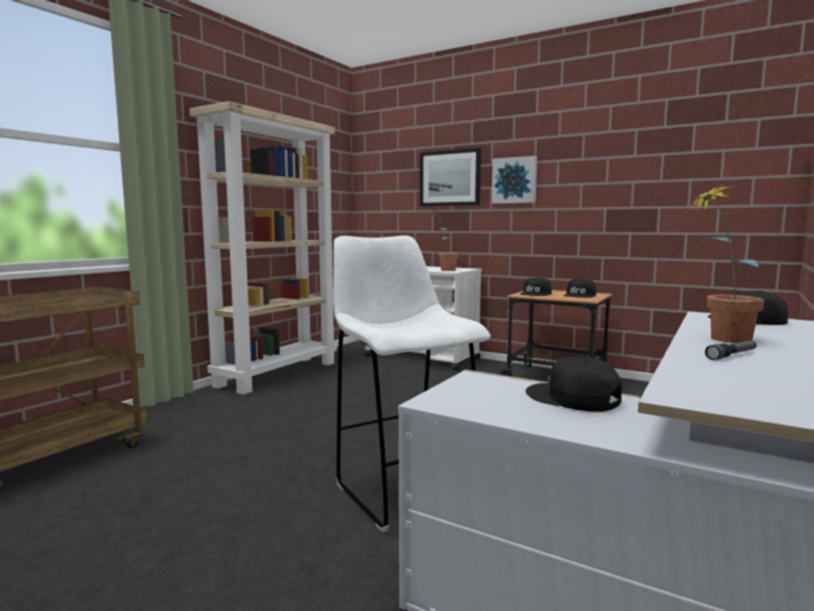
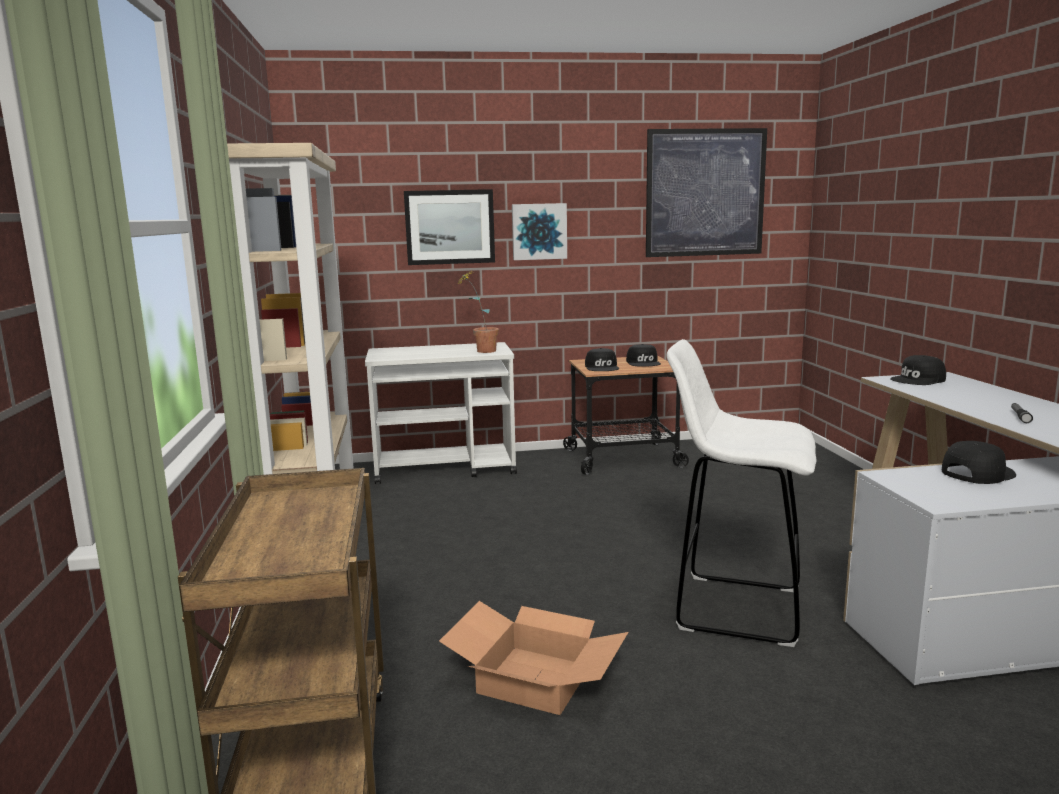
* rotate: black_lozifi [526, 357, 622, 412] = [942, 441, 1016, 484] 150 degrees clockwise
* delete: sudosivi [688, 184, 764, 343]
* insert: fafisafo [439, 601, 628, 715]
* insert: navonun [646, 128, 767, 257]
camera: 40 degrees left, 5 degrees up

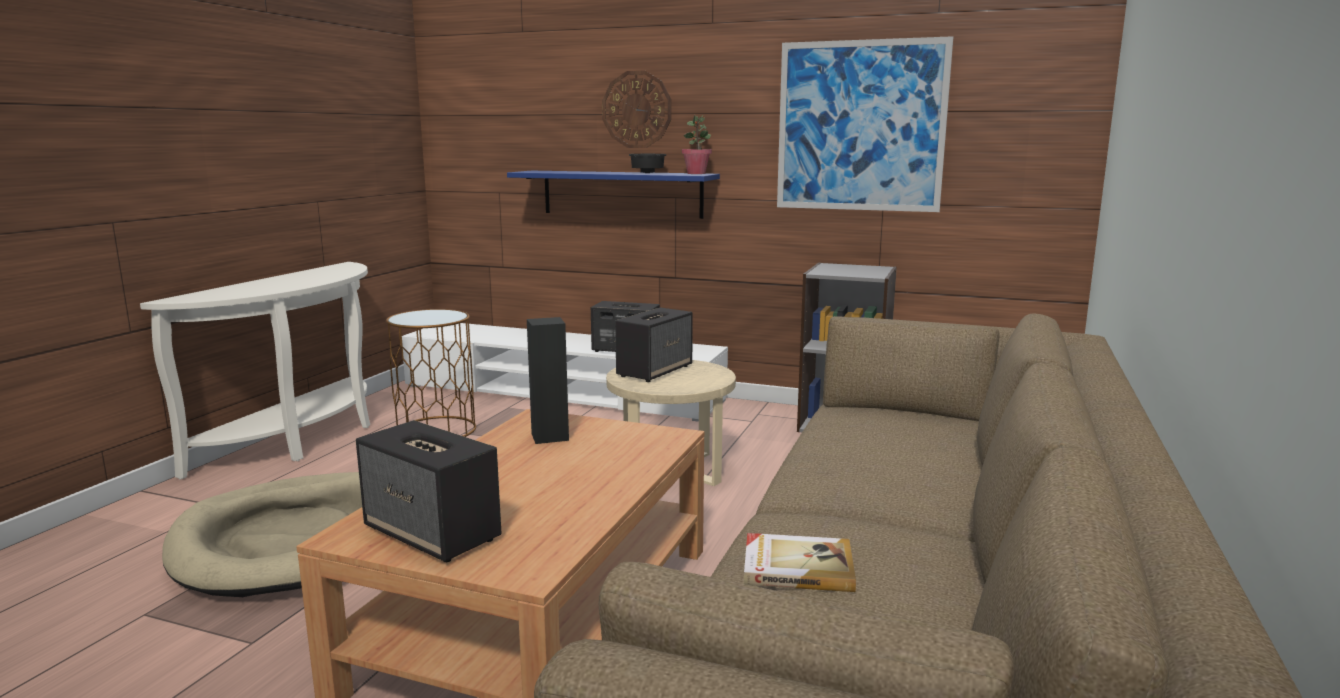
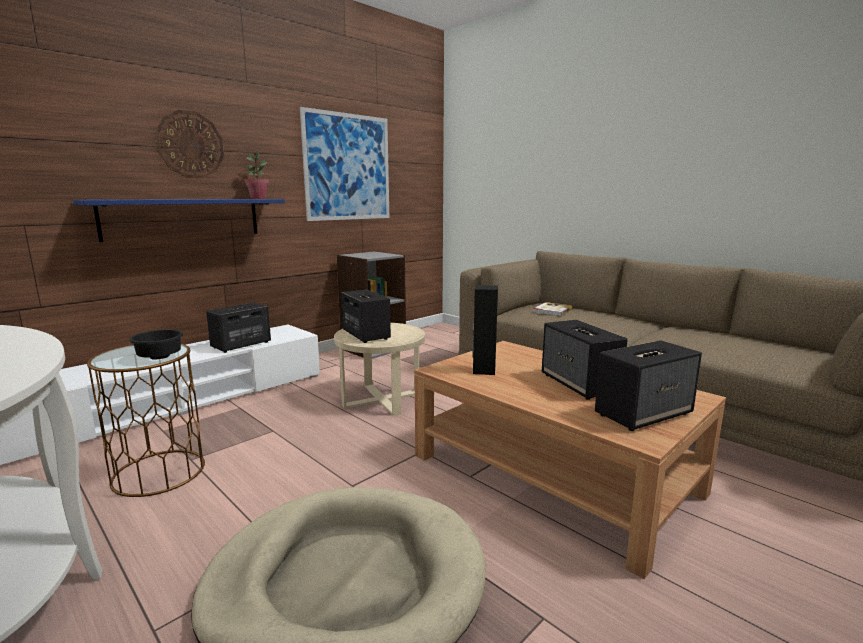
* move: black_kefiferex [628, 154, 667, 173] to [129, 329, 183, 359]
* move: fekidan [744, 533, 856, 592] to [533, 302, 572, 316]
* insert: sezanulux [542, 320, 628, 400]
camera: 65 degrees left, 0 degrees up

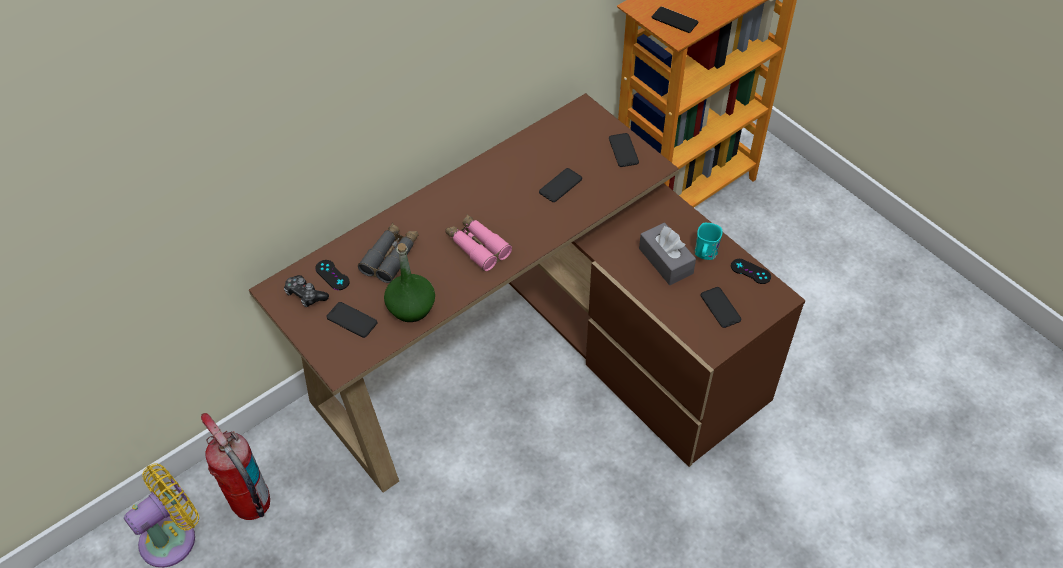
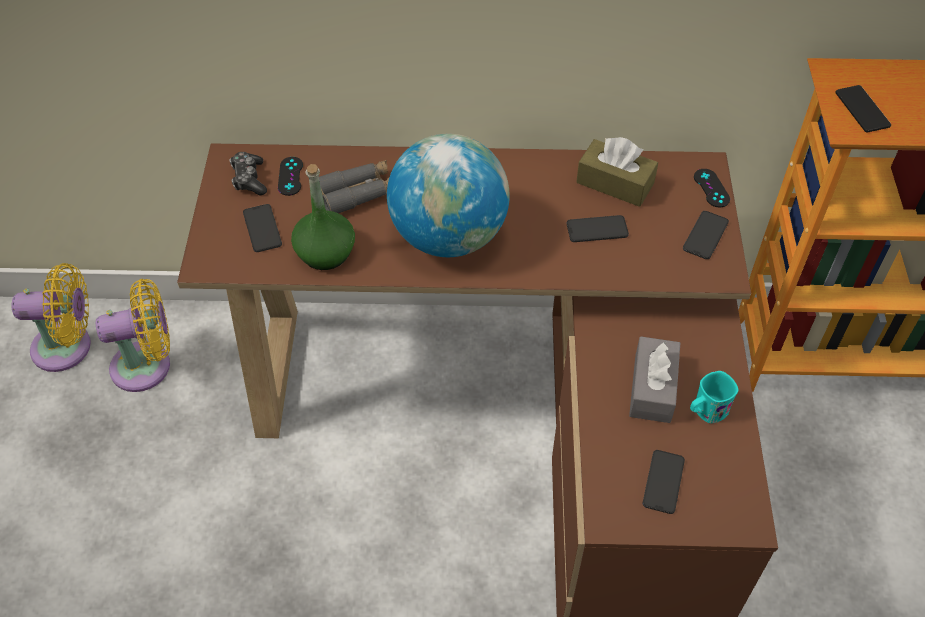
* replace: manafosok [201, 413, 270, 520] to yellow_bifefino [96, 279, 170, 392]
* replace: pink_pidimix [445, 214, 512, 271] to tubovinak [387, 134, 510, 257]
* move: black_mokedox [731, 259, 771, 284] to [694, 169, 730, 207]
* insert: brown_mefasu [576, 137, 658, 207]
camera: 40 degrees right, 0 degrees up

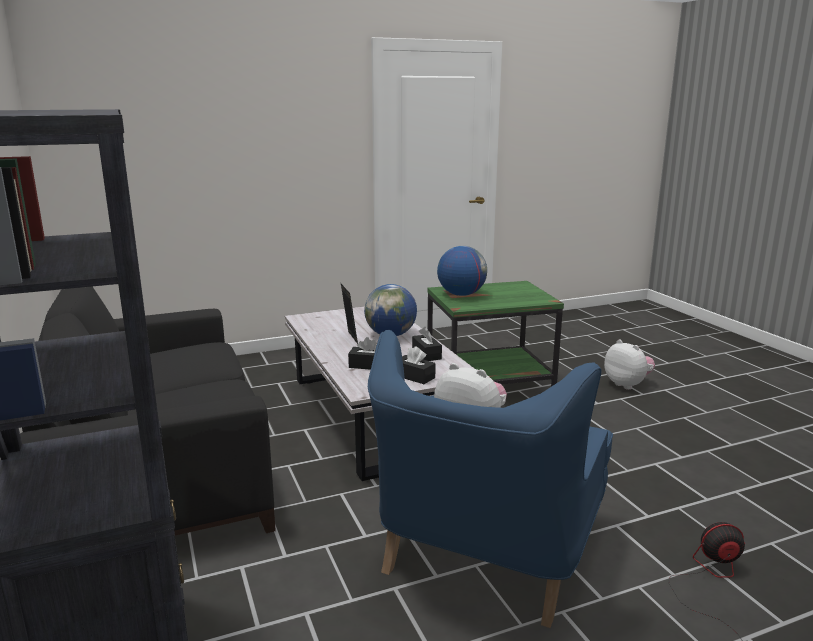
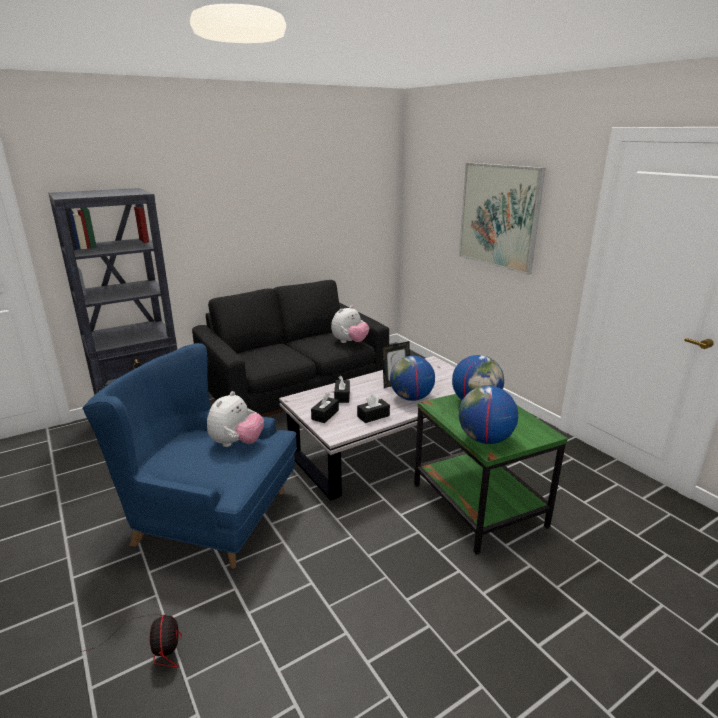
* move: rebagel [604, 339, 655, 390] to [331, 306, 369, 343]
* insert: navonun [459, 163, 545, 275]
* insert: tubovinak [459, 386, 518, 444]
camera: 80 degrees right, 5 degrees up

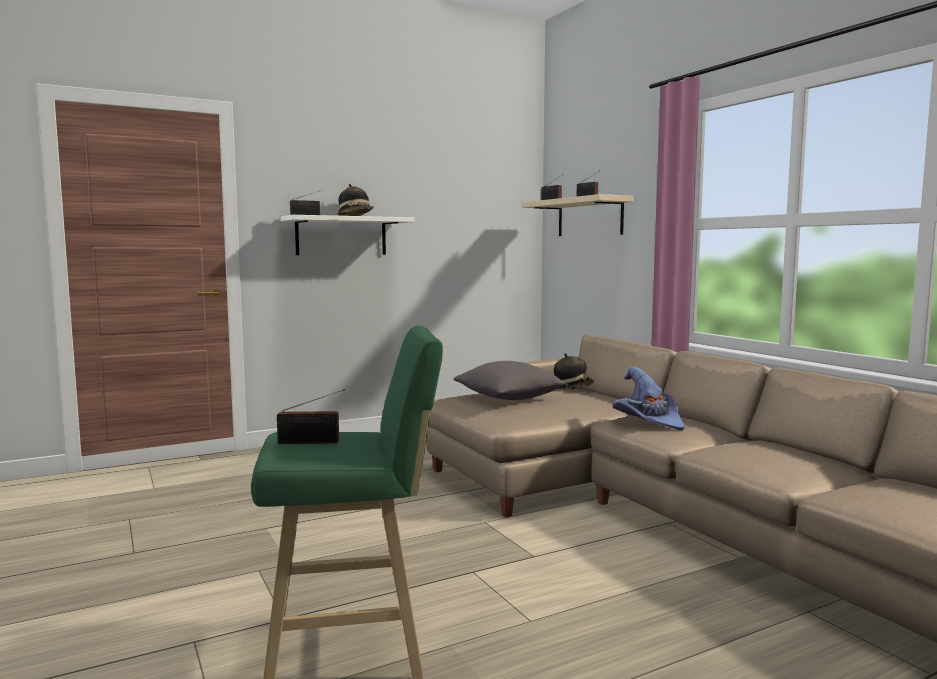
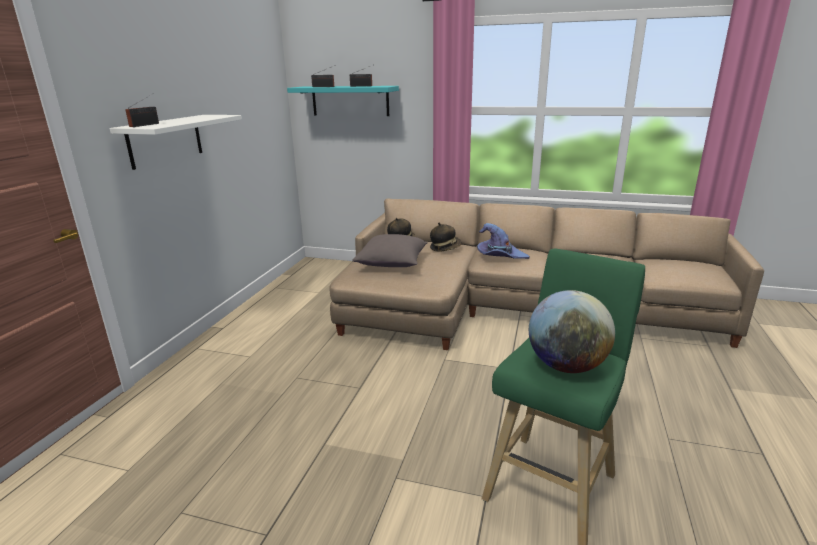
* replace: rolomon [277, 389, 345, 444] to tubovinak [529, 290, 615, 373]
* move: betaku [337, 184, 374, 216] to [430, 222, 462, 252]
* recolor: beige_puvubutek [522, 194, 634, 236] to turquoise_puvubutek [287, 86, 399, 116]
camera: 45 degrees left, 15 degrees up

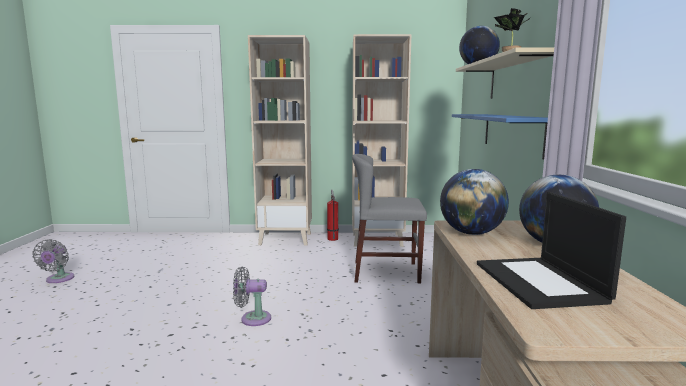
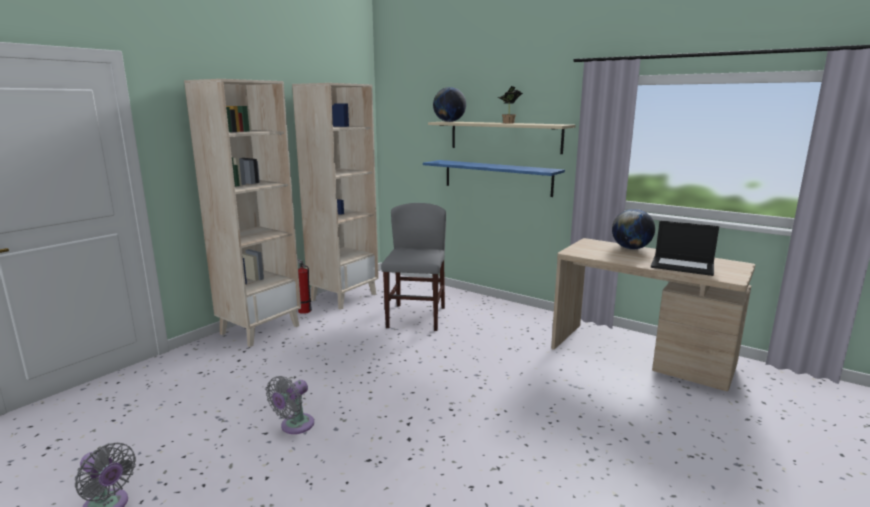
* move: grey_bifefino [233, 266, 271, 326] to [266, 376, 314, 434]
* rotate: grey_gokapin [352, 154, 427, 283] = [381, 203, 446, 331] 150 degrees clockwise
* delete: tubovinak [440, 169, 509, 235]
camera: 55 degrees left, 5 degrees up

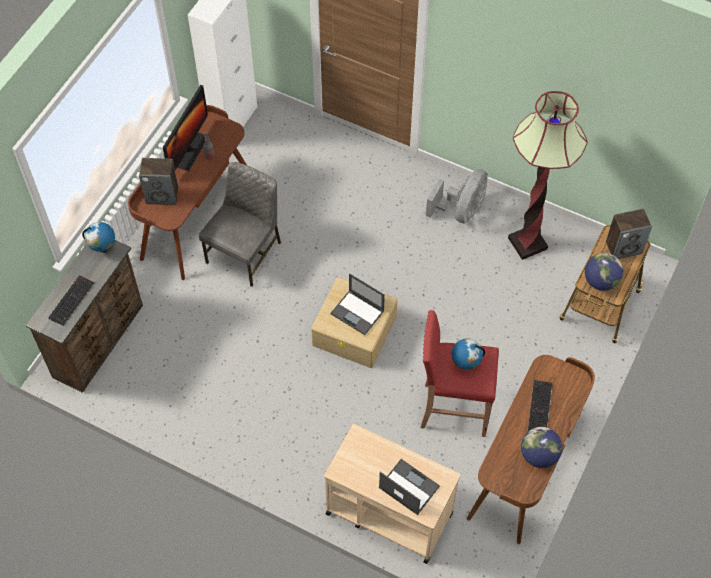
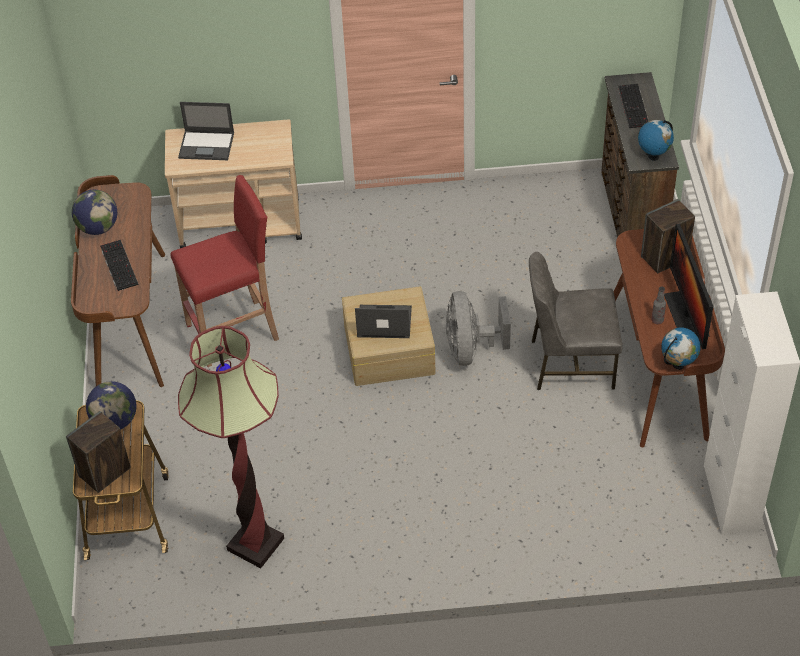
* rotate: grey_gokapin [199, 162, 281, 287] = [529, 252, 622, 390] 90 degrees clockwise
* move: grey_bifefino [426, 169, 488, 224] to [446, 291, 511, 366]
* move: tubovinak [452, 338, 485, 370] to [661, 328, 701, 370]
camera: 150 degrees right, 10 degrees down

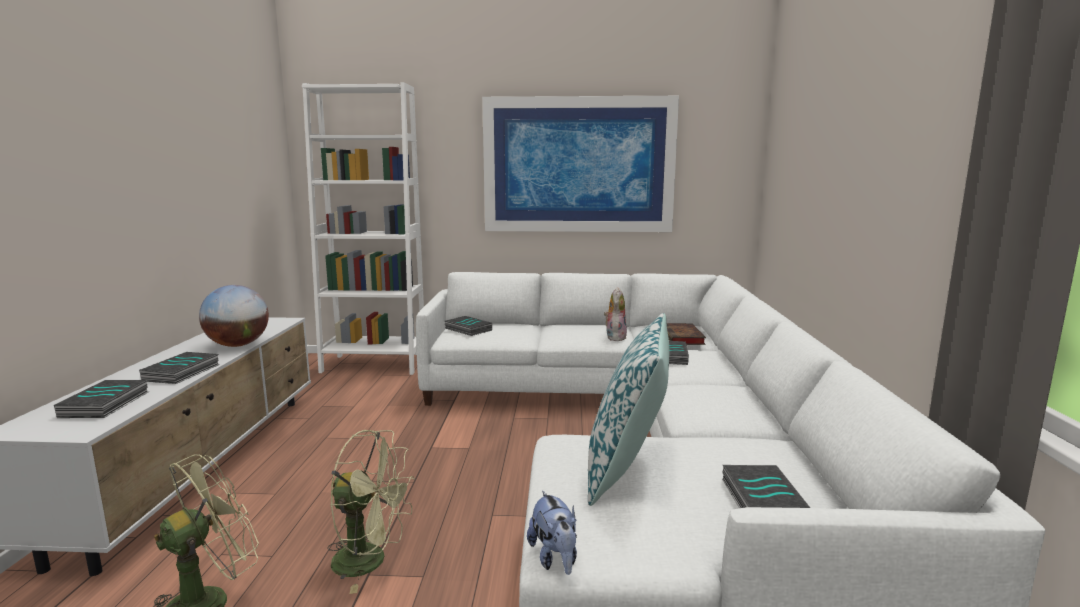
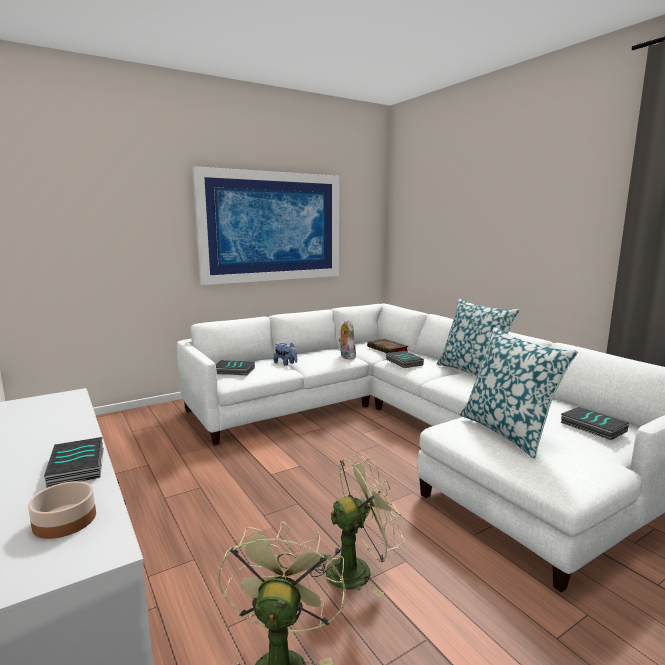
* replace: fekidan [54, 380, 149, 418] to kefiferex [28, 481, 96, 539]
* delete: tubovinak [199, 285, 269, 347]
* delete: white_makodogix [302, 82, 424, 375]
* move: rebagel [527, 491, 577, 575] to [274, 342, 297, 366]
* insert: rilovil [437, 299, 520, 376]
camera: 35 degrees left, 0 degrees up

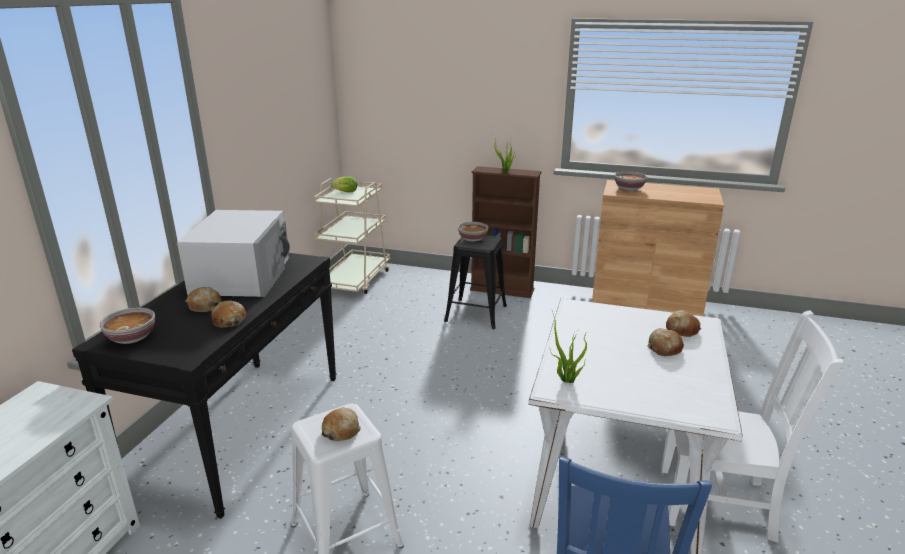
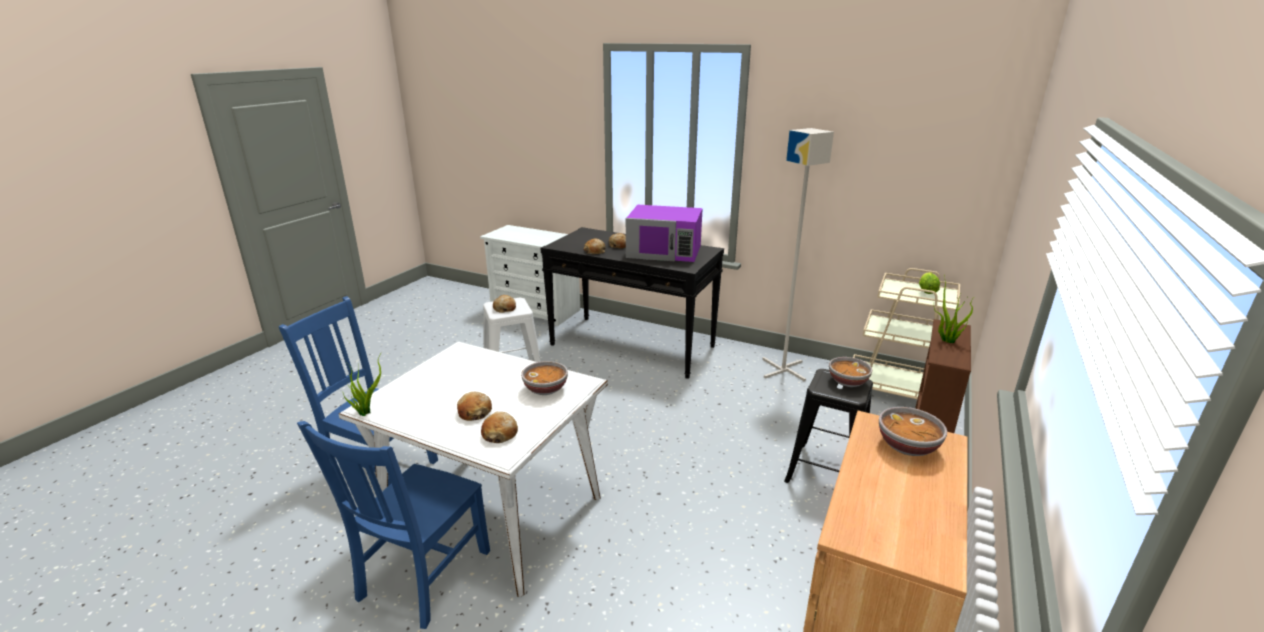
* move: kefiferex [100, 307, 155, 344] to [521, 361, 568, 395]
* recolor: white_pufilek [177, 210, 290, 297] to purple_pufilek [626, 205, 703, 262]
* move: sudosivi [550, 311, 587, 383] to [343, 351, 383, 416]
* recolor: white_gokapin [661, 310, 844, 543] to blue_gokapin [297, 421, 490, 629]
* insert: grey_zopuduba [762, 128, 834, 381]
camera: 100 degrees right, 0 degrees up

